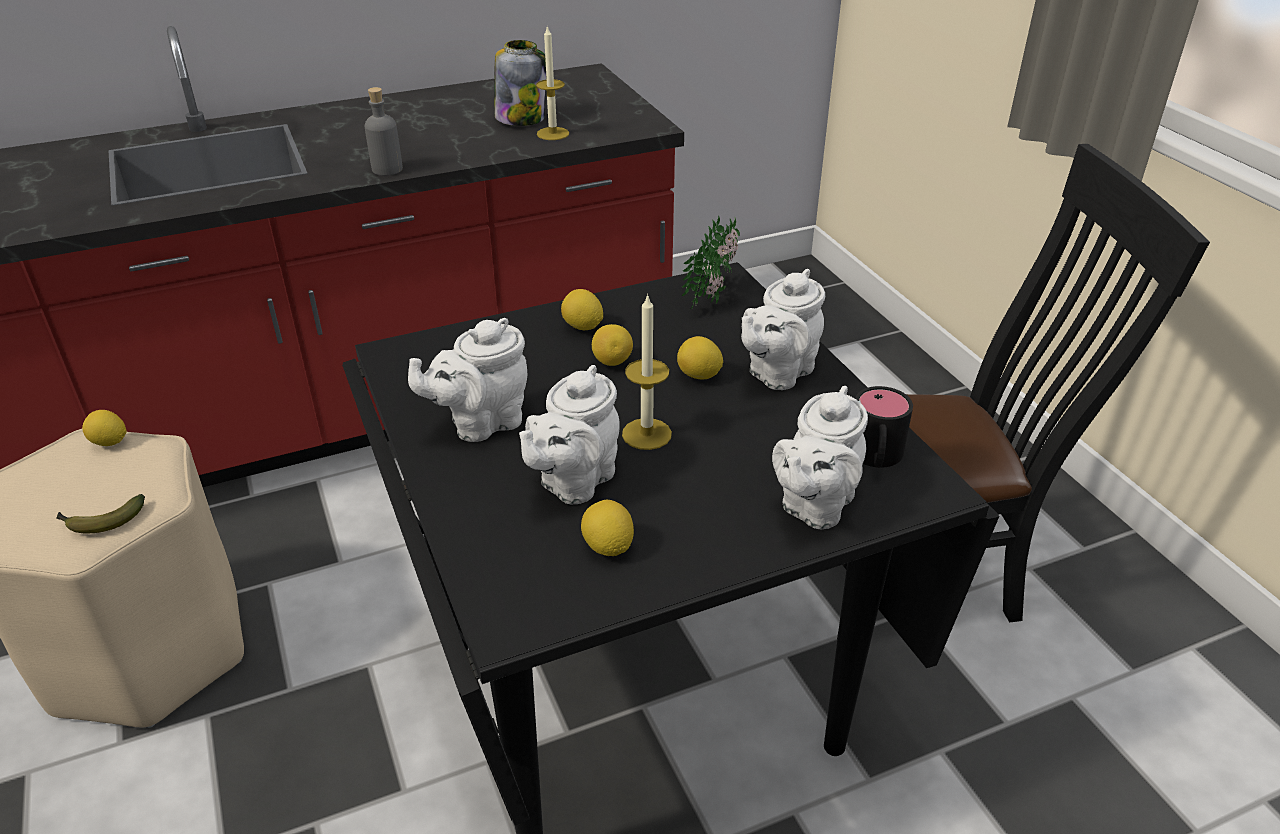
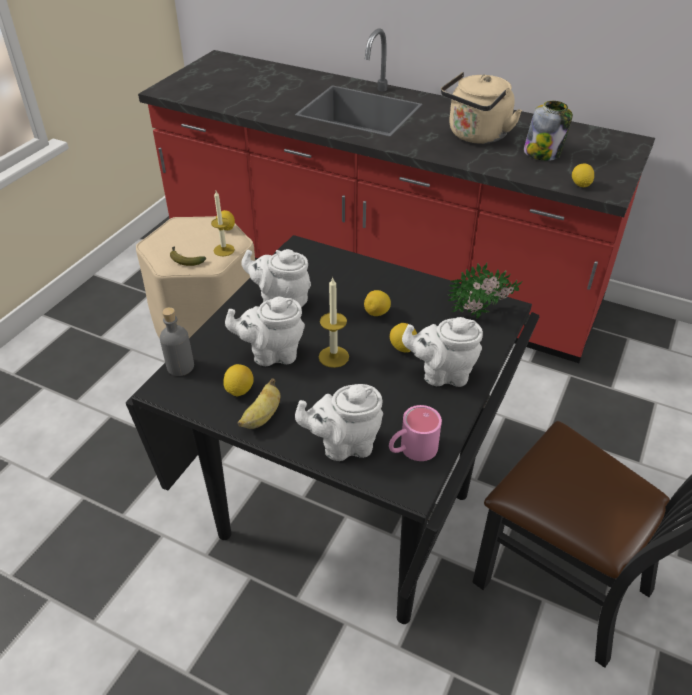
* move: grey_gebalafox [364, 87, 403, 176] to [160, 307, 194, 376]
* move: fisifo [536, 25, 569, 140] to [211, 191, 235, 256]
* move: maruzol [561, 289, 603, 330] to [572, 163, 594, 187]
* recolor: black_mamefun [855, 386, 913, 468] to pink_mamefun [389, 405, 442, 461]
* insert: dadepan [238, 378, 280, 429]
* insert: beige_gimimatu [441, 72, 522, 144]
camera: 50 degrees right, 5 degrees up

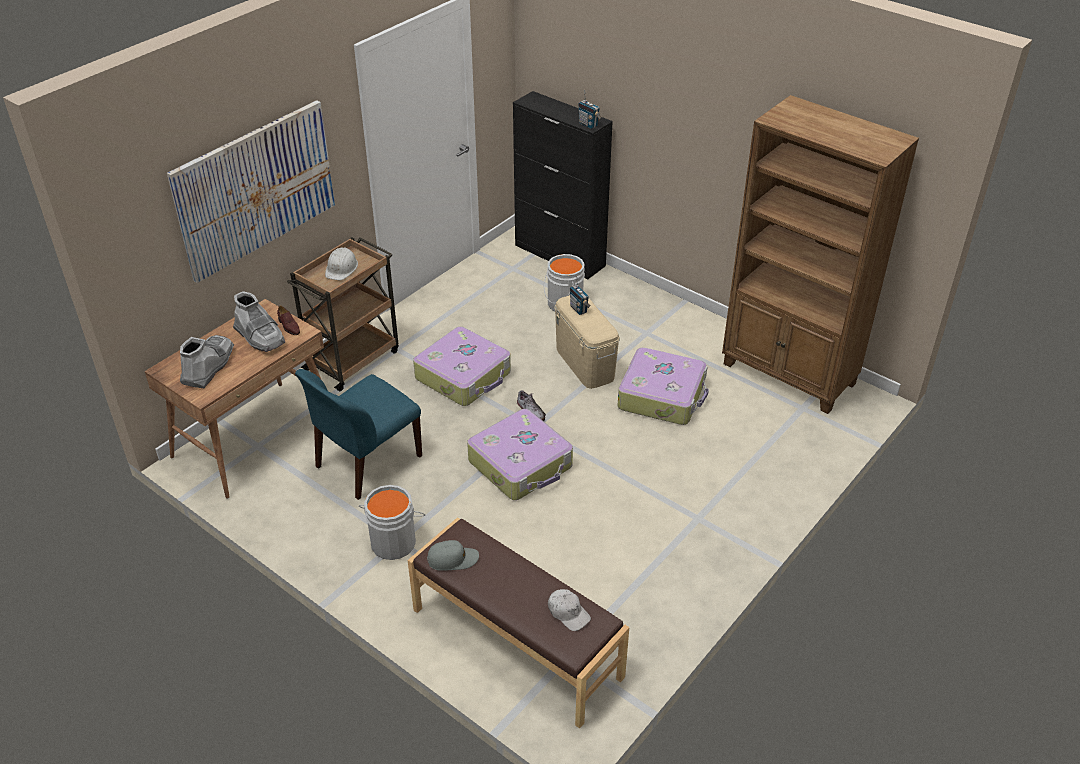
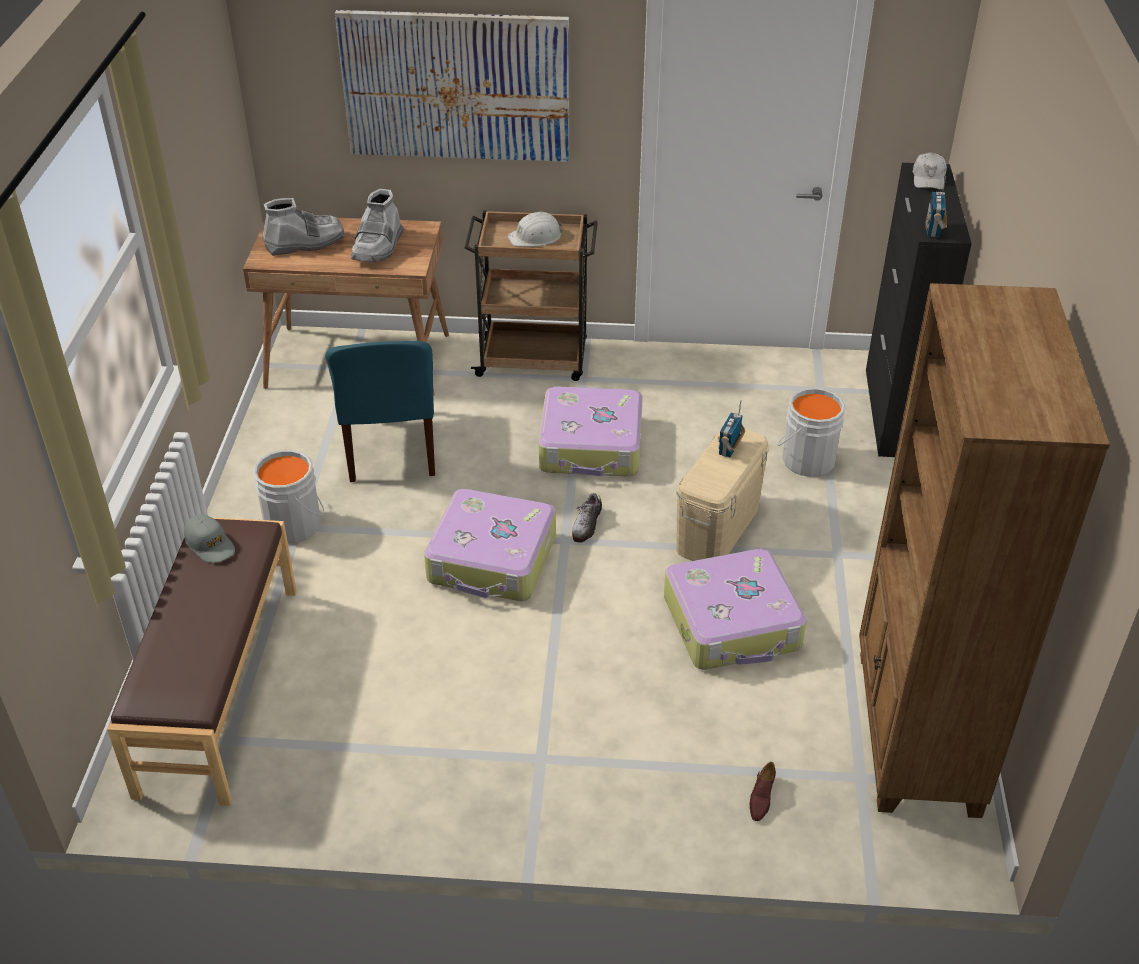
* move: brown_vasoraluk [277, 306, 300, 335] to [750, 762, 776, 821]
* rotate: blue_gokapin [295, 369, 422, 500] = [325, 341, 435, 482] 105 degrees counterclockwise
* move: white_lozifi [548, 589, 591, 631] to [912, 153, 947, 190]
camera: 55 degrees right, 0 degrees up

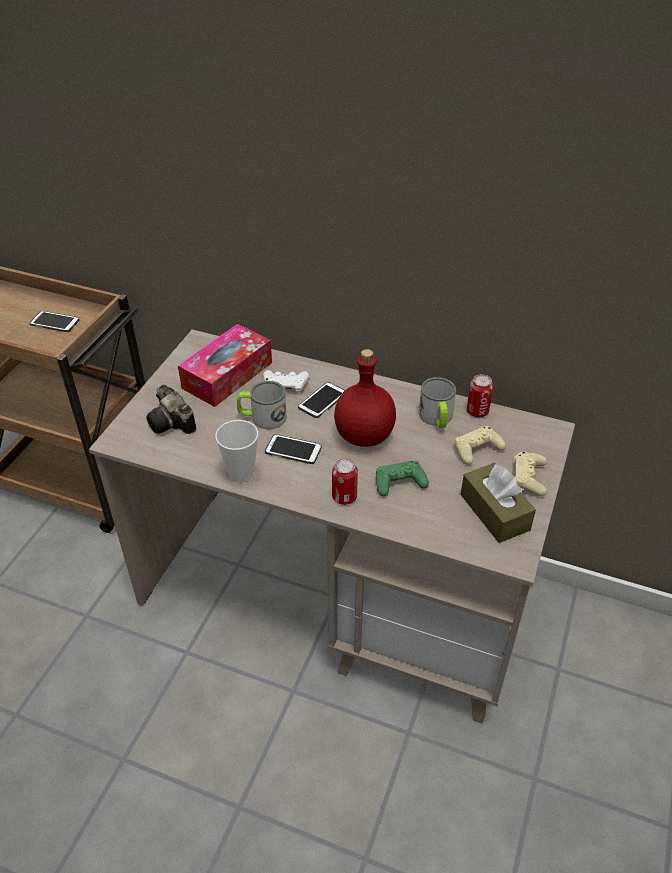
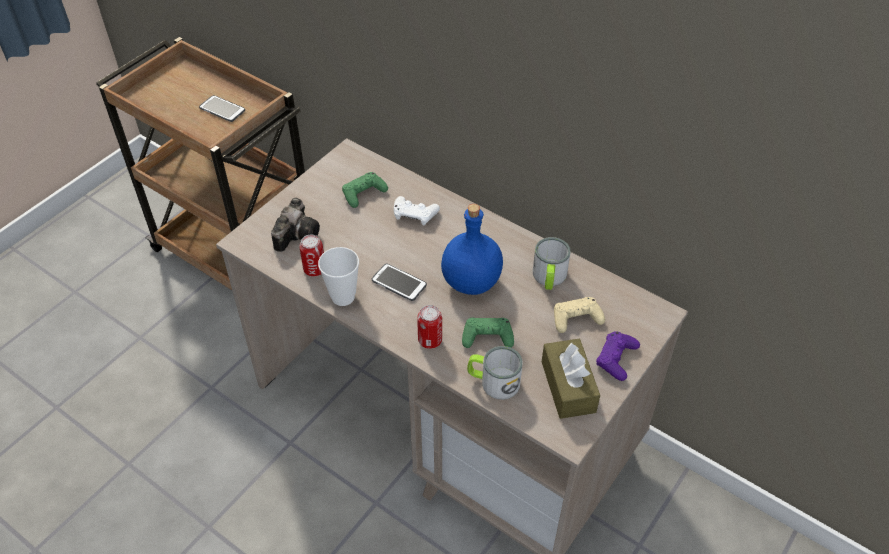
* rotate: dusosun [146, 384, 196, 434] = [271, 198, 320, 252] 135 degrees counterclockwise
* replace: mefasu [178, 324, 272, 407] to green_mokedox [342, 172, 388, 208]
* move: mamefun [237, 381, 287, 429] to [467, 346, 523, 400]
* delete: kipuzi [298, 382, 345, 418]
* recolor: red_gebalafox [334, 349, 396, 447] to blue_gebalafox [441, 204, 503, 295]
* move: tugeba [467, 374, 493, 417] to [299, 235, 324, 276]
* recolor: beige_mokedox [514, 452, 547, 496] to purple_mokedox [596, 331, 640, 381]
camera: 15 degrees right, 5 degrees up

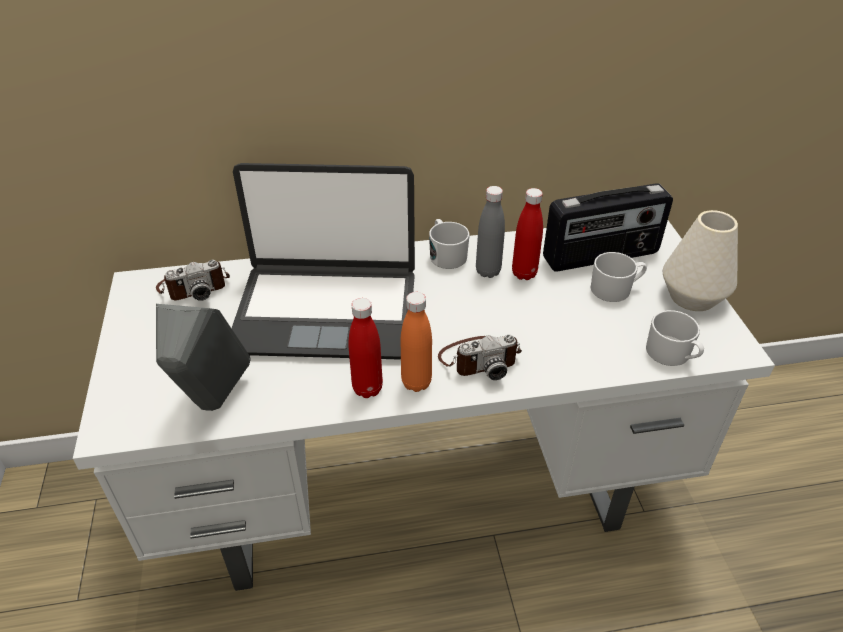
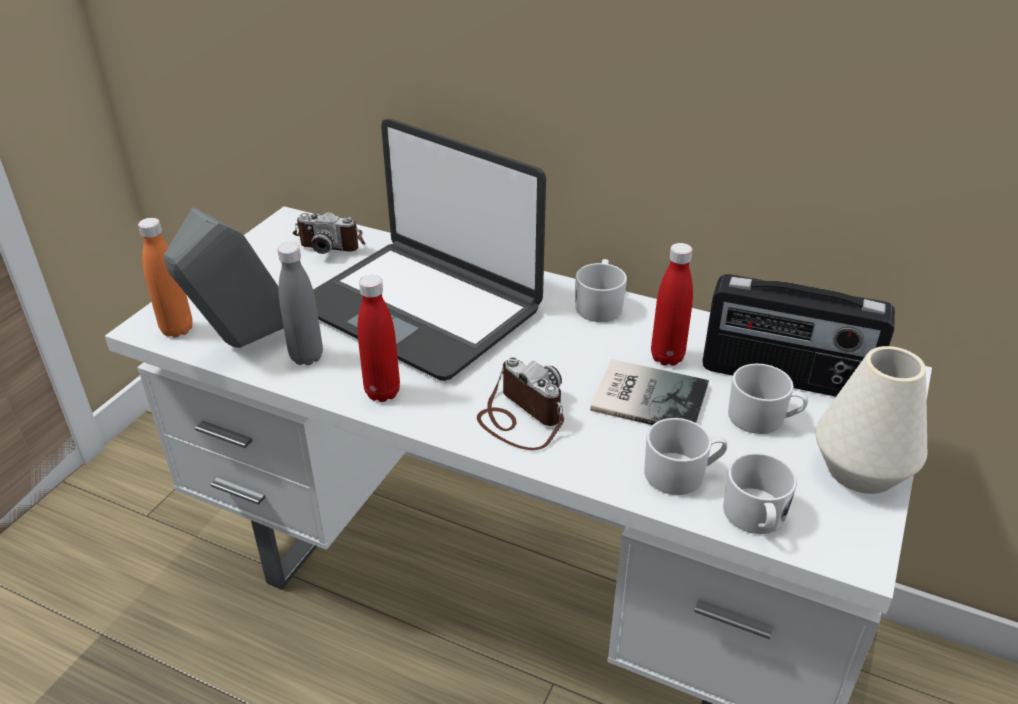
* move: orange_gebalafox [401, 292, 432, 392] to [138, 218, 193, 337]
* rotate: dusosun [438, 334, 522, 380] = [477, 357, 564, 450] 150 degrees counterclockwise
* move: grey_gebalafox [476, 186, 505, 278] to [278, 242, 323, 365]
* insert: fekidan [590, 359, 709, 425]
* insert: white_mamefun [644, 418, 727, 495]
camera: 35 degrees right, 5 degrees down

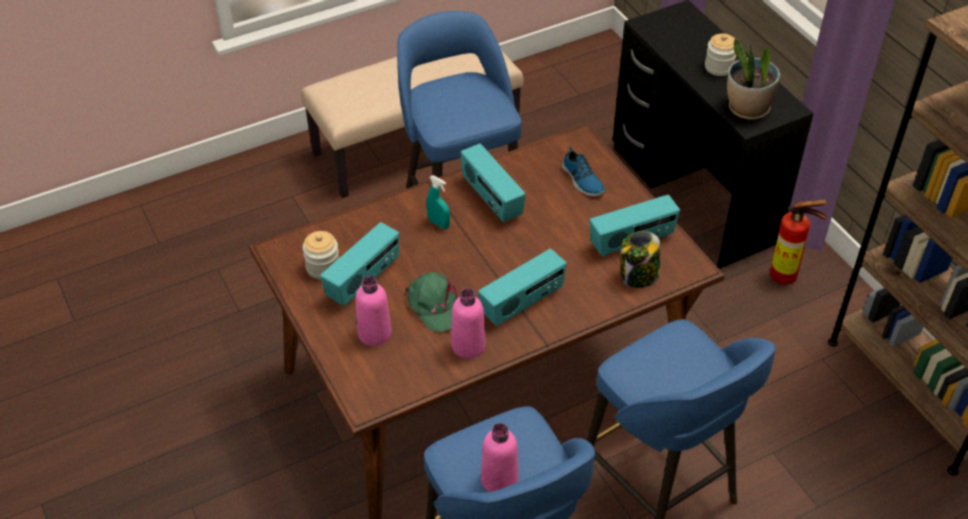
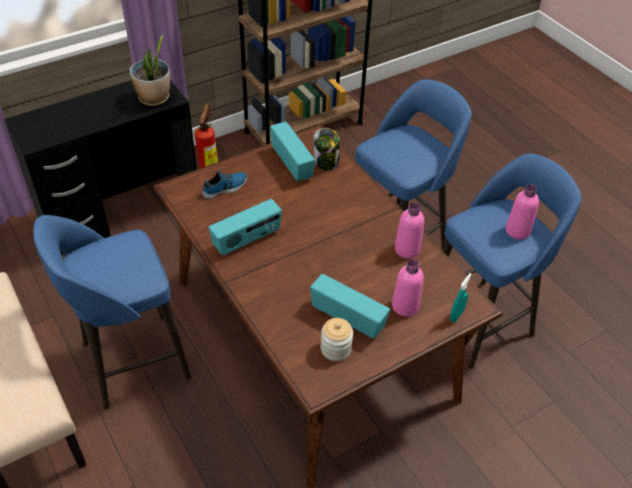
* delete: green_lozifi [405, 272, 457, 332]
* move: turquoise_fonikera [427, 175, 450, 229] to [450, 273, 472, 322]
* delete: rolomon [478, 249, 567, 326]
* delete: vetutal [705, 34, 737, 76]
camera: 95 degrees left, 0 degrees up

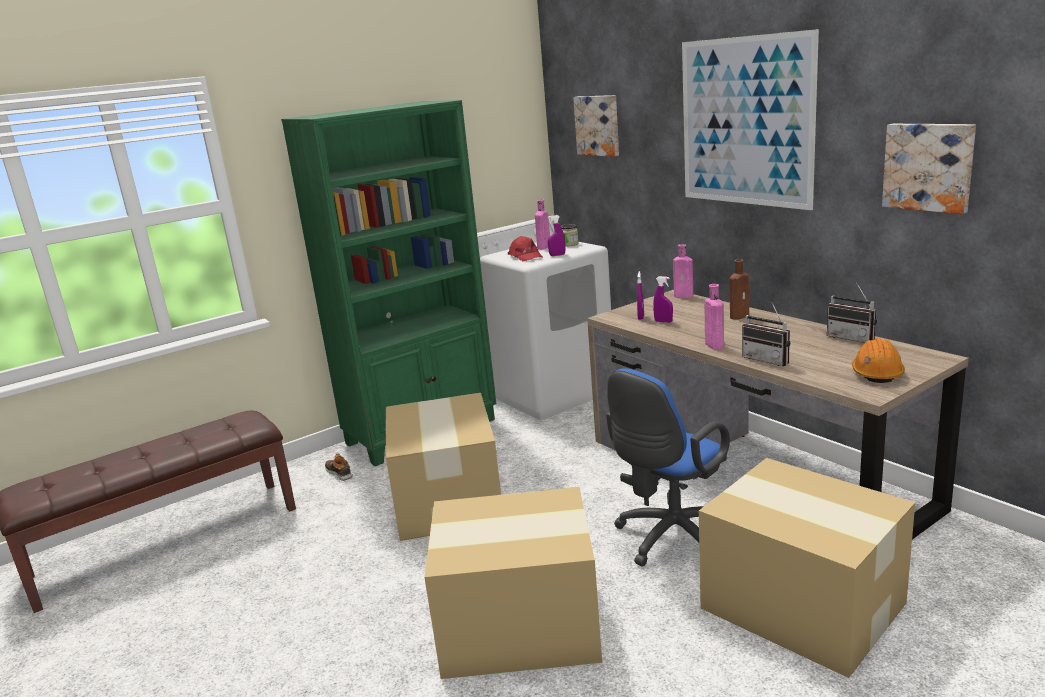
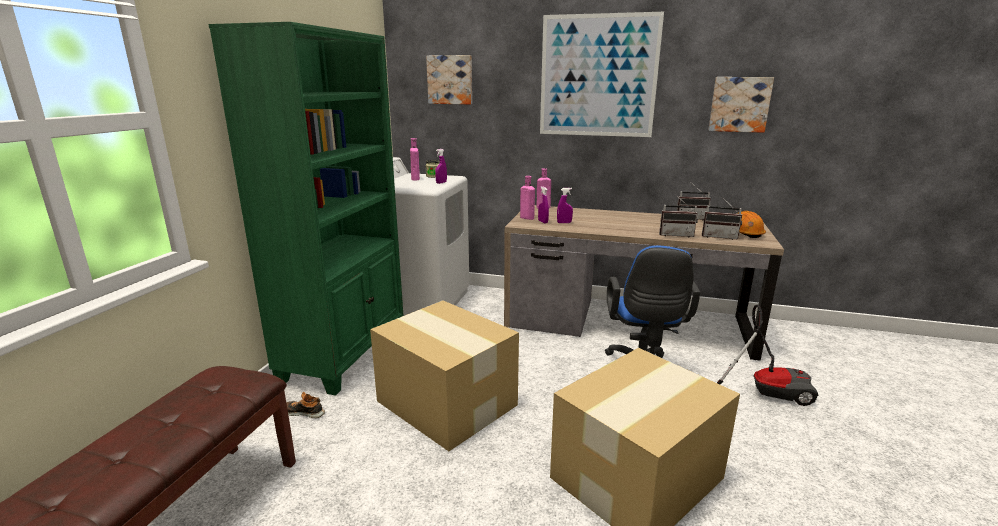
* delete: red_lozifi [508, 236, 542, 261]
* replace: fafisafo [699, 458, 915, 678] to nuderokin [717, 305, 819, 406]
* move: pink_gebalafox [704, 284, 724, 350] to [520, 176, 535, 220]
* delete: brown_gebalafox [730, 259, 749, 320]
* insert: rolomon [702, 196, 742, 240]
camera: 40 degrees left, 0 degrees up

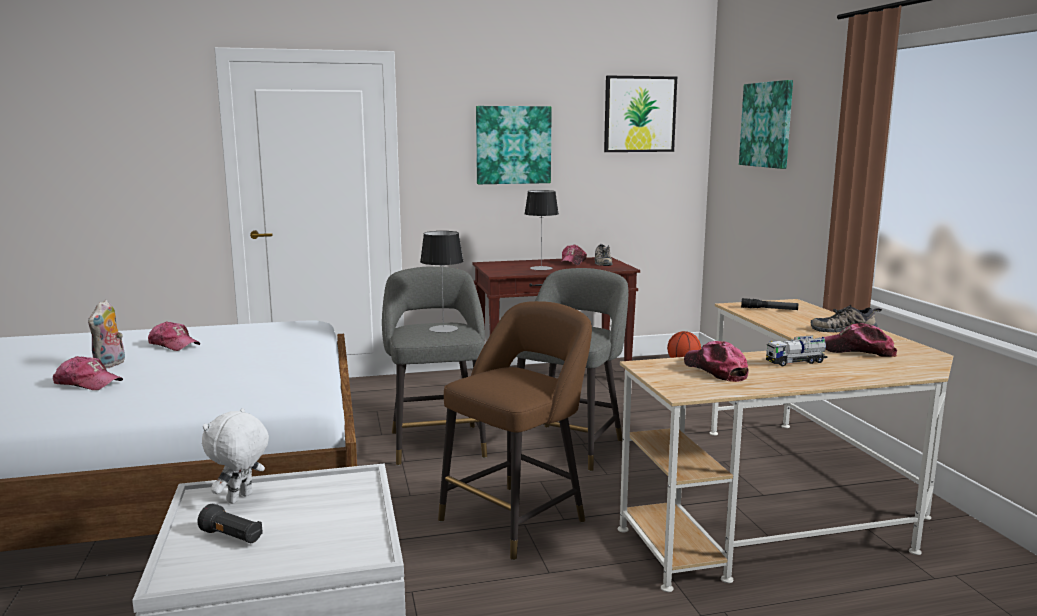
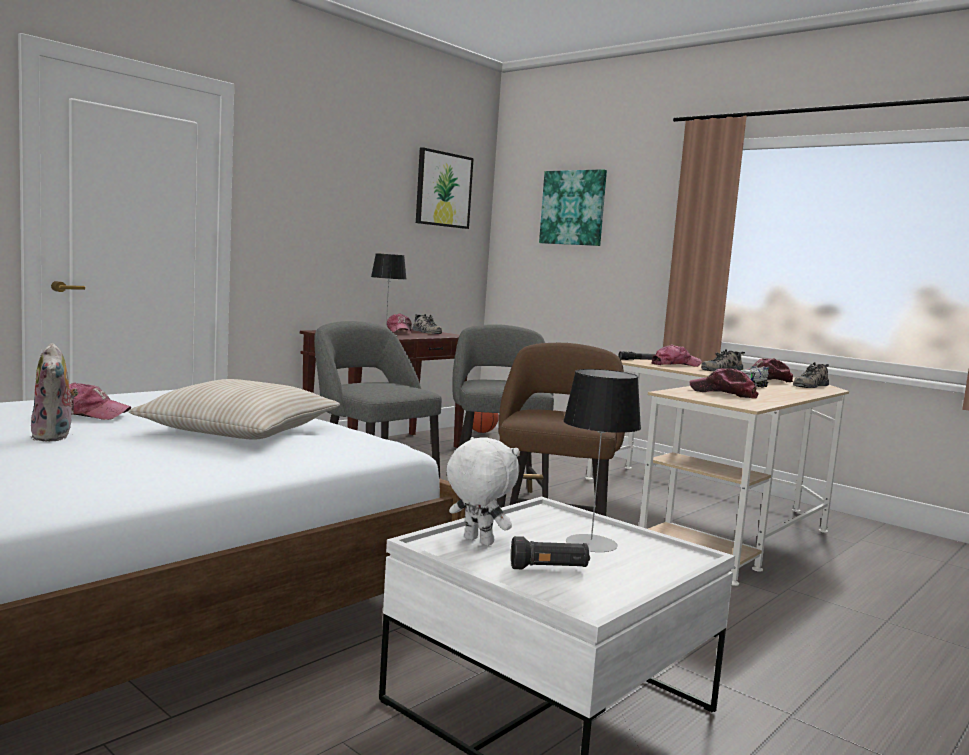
* move: lozifi [53, 356, 123, 390] to [651, 345, 702, 367]
* rotate: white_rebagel [202, 408, 269, 504] = [446, 437, 519, 546] 135 degrees clockwise
* move: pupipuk [420, 231, 464, 333] to [563, 369, 641, 552]
* delete: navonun [476, 106, 552, 184]
* insert: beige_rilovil [129, 379, 340, 440]
* insert: vasoraluk [793, 362, 829, 388]
camera: 35 degrees left, 5 degrees down

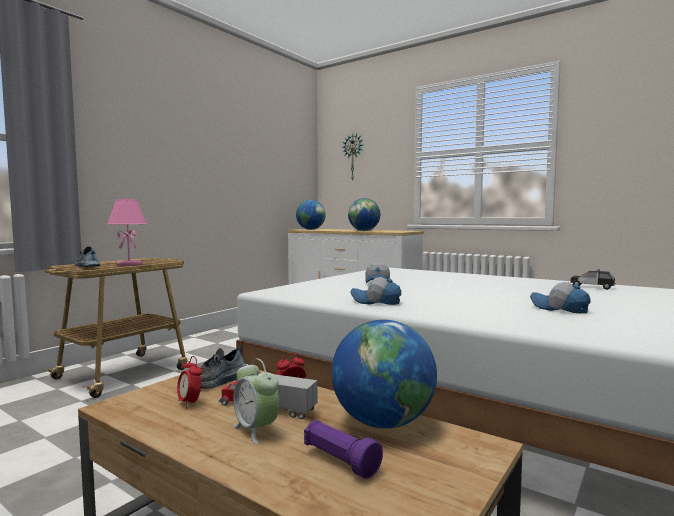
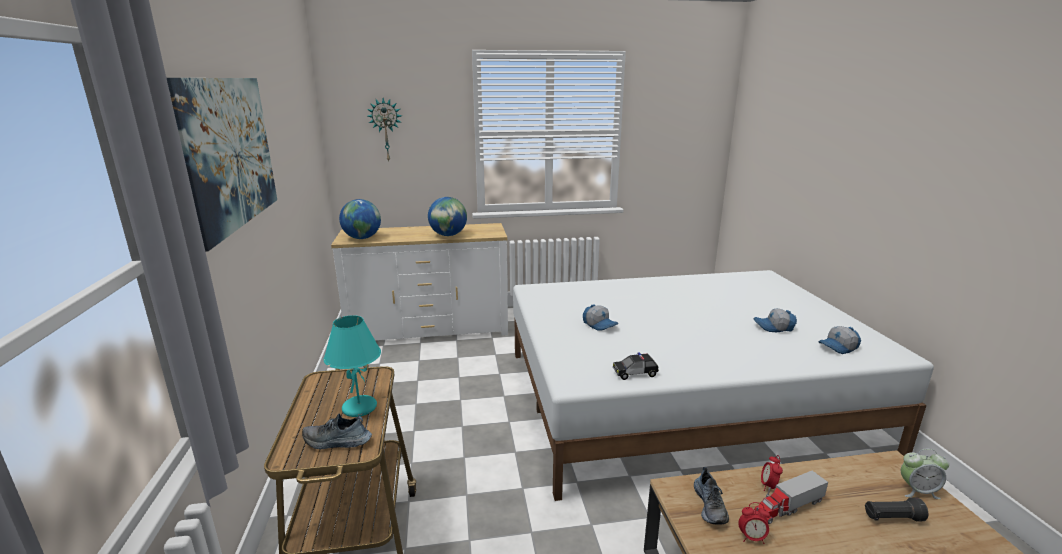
* recolor: pink_pupipuk [107, 199, 147, 266] to turquoise_pupipuk [324, 315, 381, 417]
* move: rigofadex [233, 359, 279, 444] to [901, 449, 949, 499]
* recolor: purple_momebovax [304, 420, 383, 479] to black_momebovax [865, 497, 928, 521]
* delete: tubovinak [331, 320, 437, 429]
* move: lozifi [350, 277, 401, 305] to [819, 326, 861, 354]
* move: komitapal [570, 269, 616, 290] to [613, 352, 659, 380]
* insert: navonun [167, 78, 277, 251]
camera: 45 degrees left, 15 degrees up

